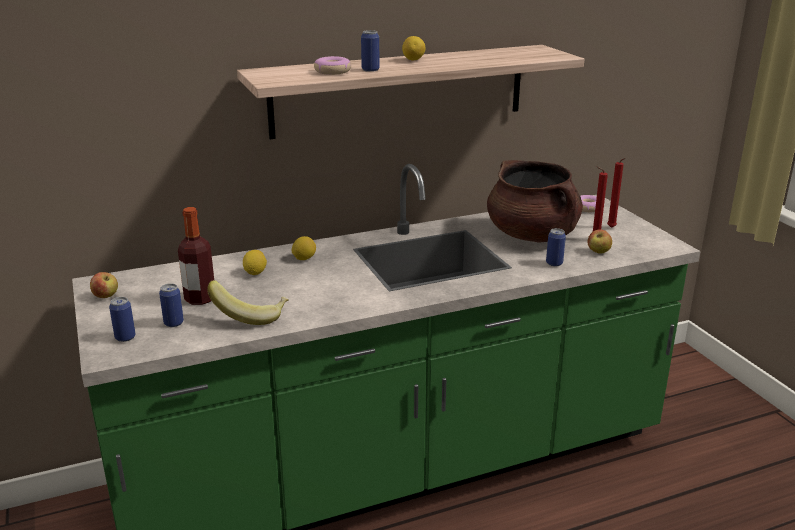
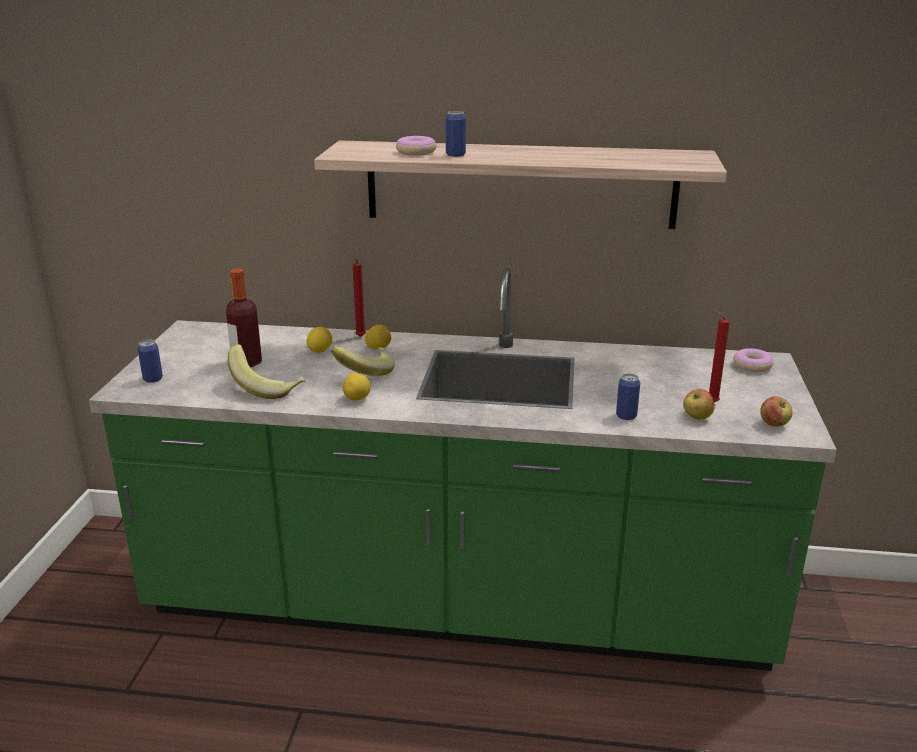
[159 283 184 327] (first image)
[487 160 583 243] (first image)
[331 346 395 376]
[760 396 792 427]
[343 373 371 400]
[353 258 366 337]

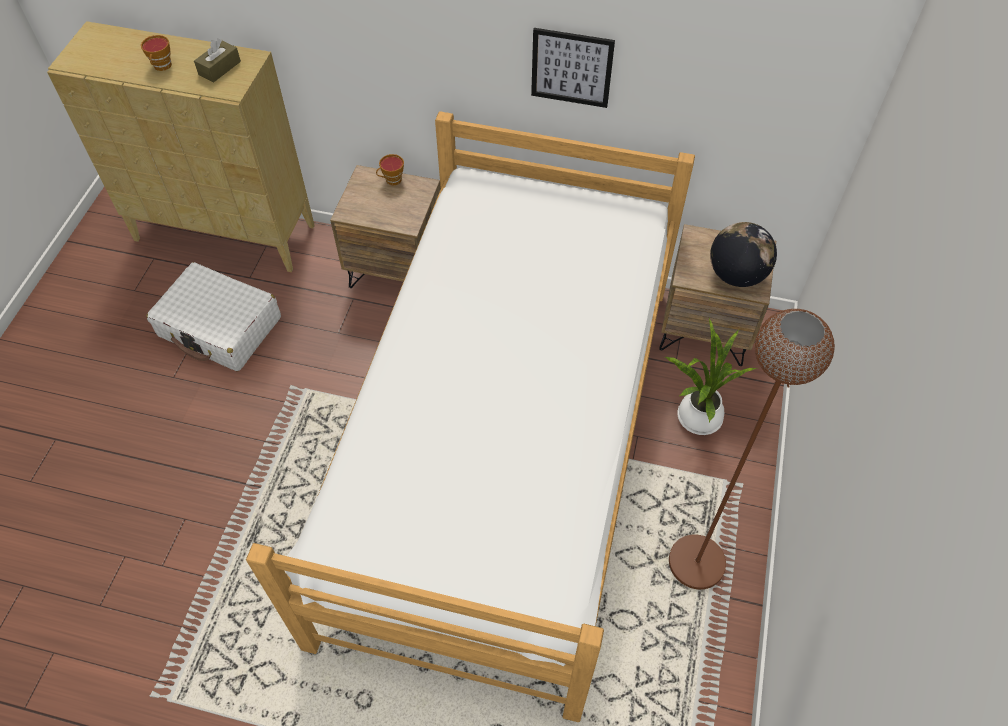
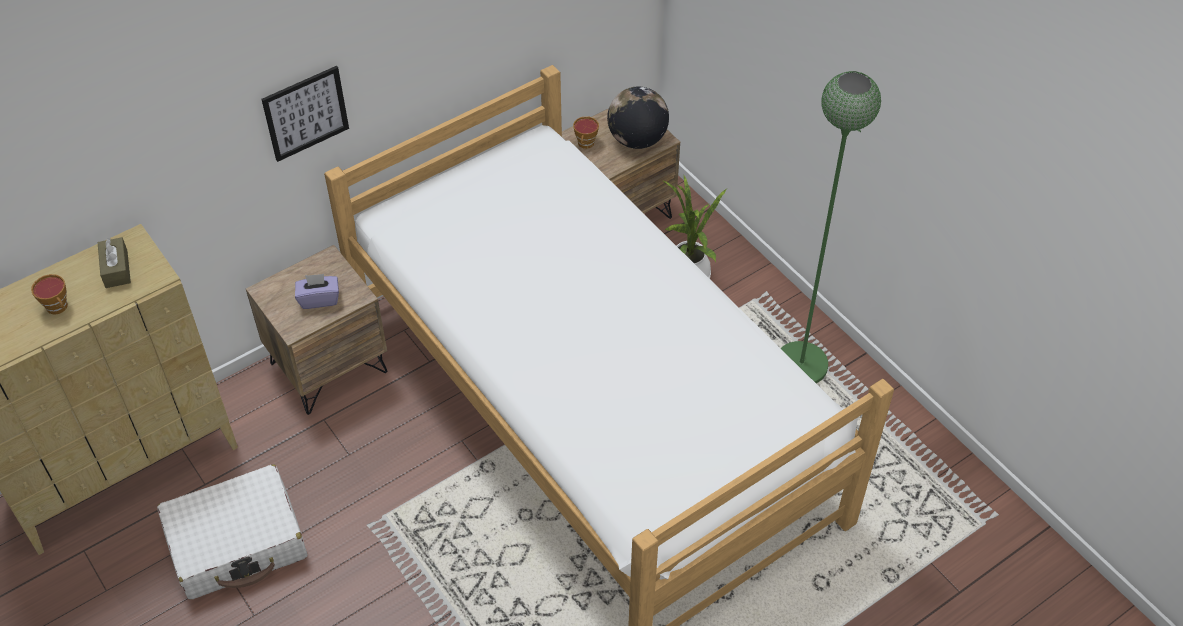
[295 274 339 309]
[573 116 599 149]
[261 66 349 162]
[781 71 881 383]

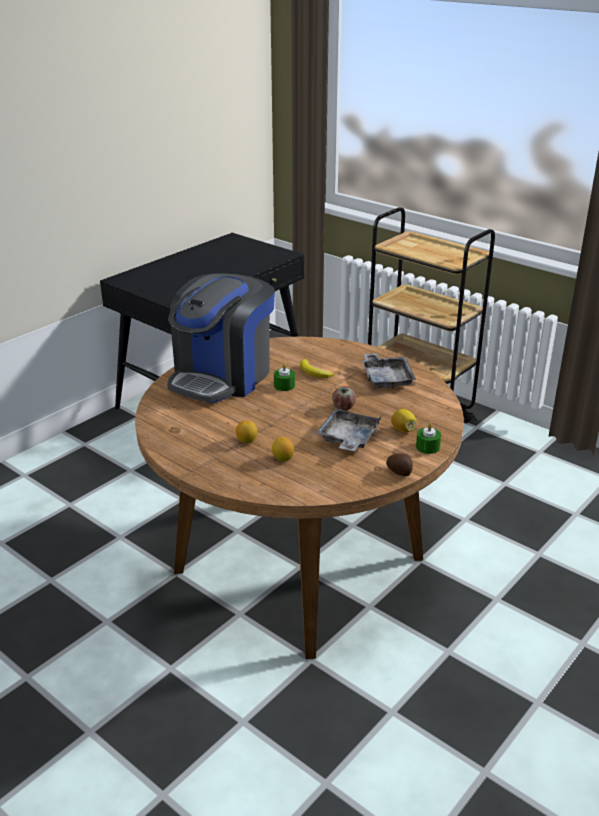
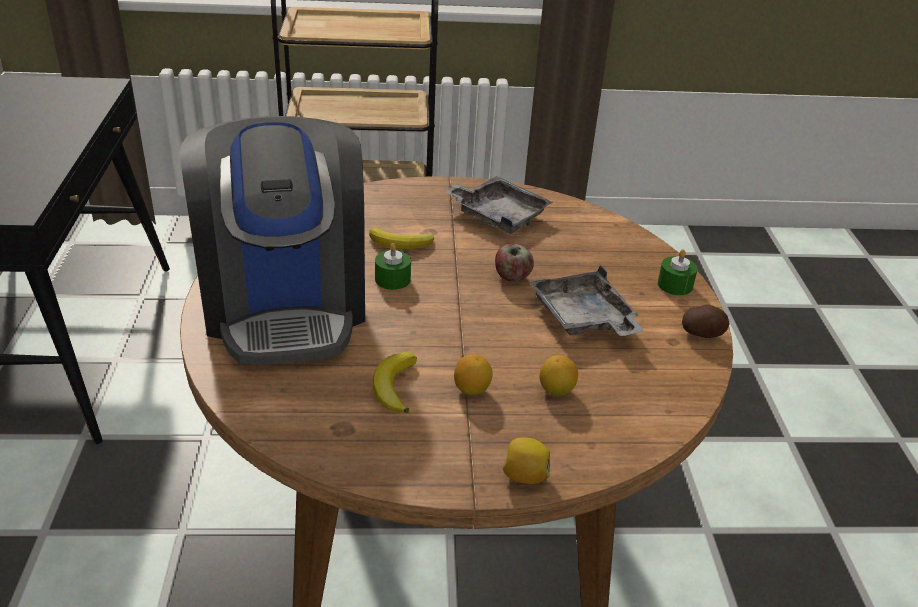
[373 352 417 413]
[503 437 550 484]

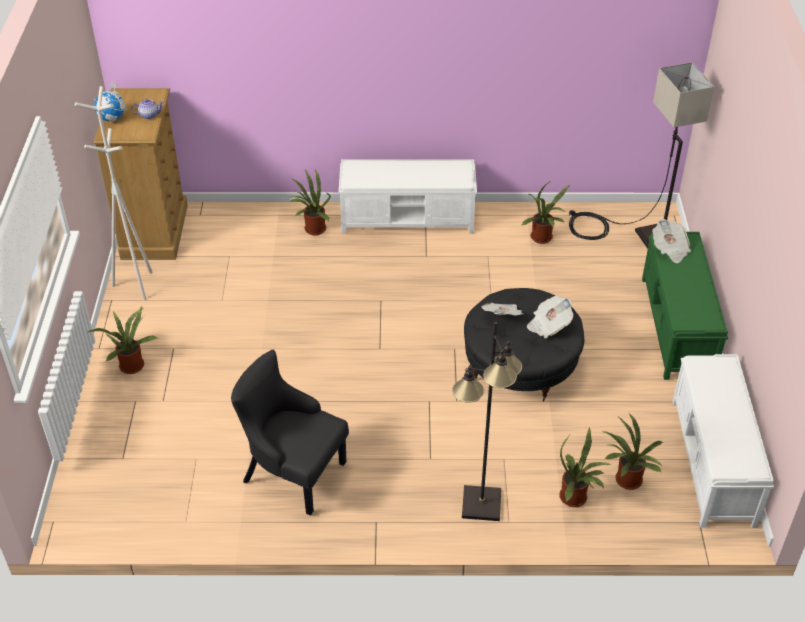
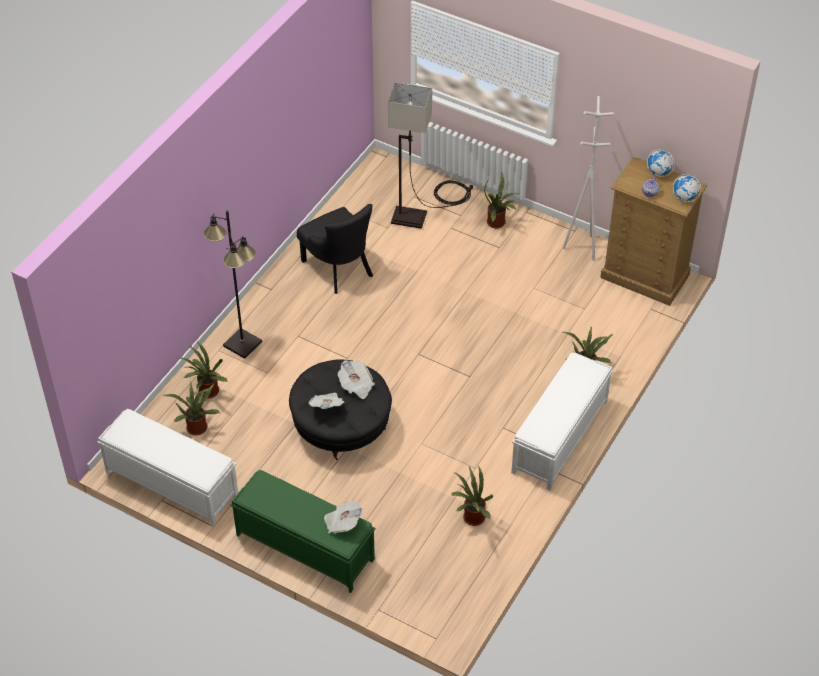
[673 174 701 202]
[388 83 473 229]
[296 204 373 294]

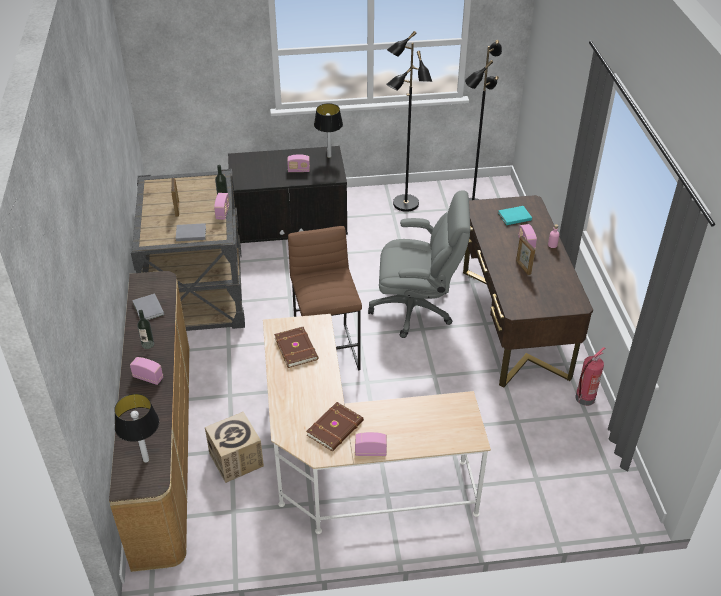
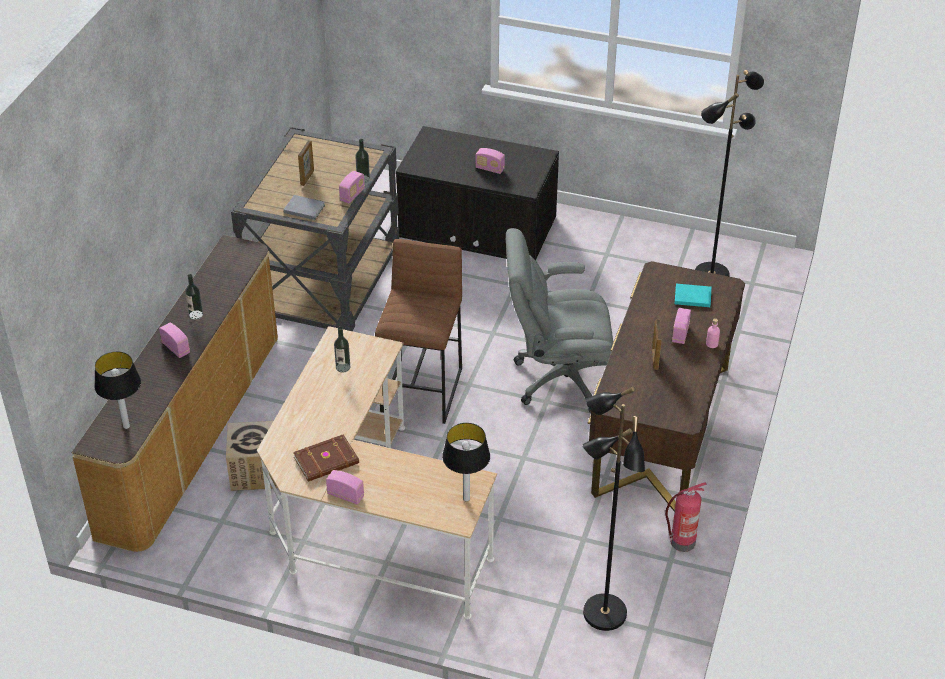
[132 294 164 320] (first image)
[442 423 490 501]
[583 386 645 631]
[334 327 350 373]
[506 228 613 413]

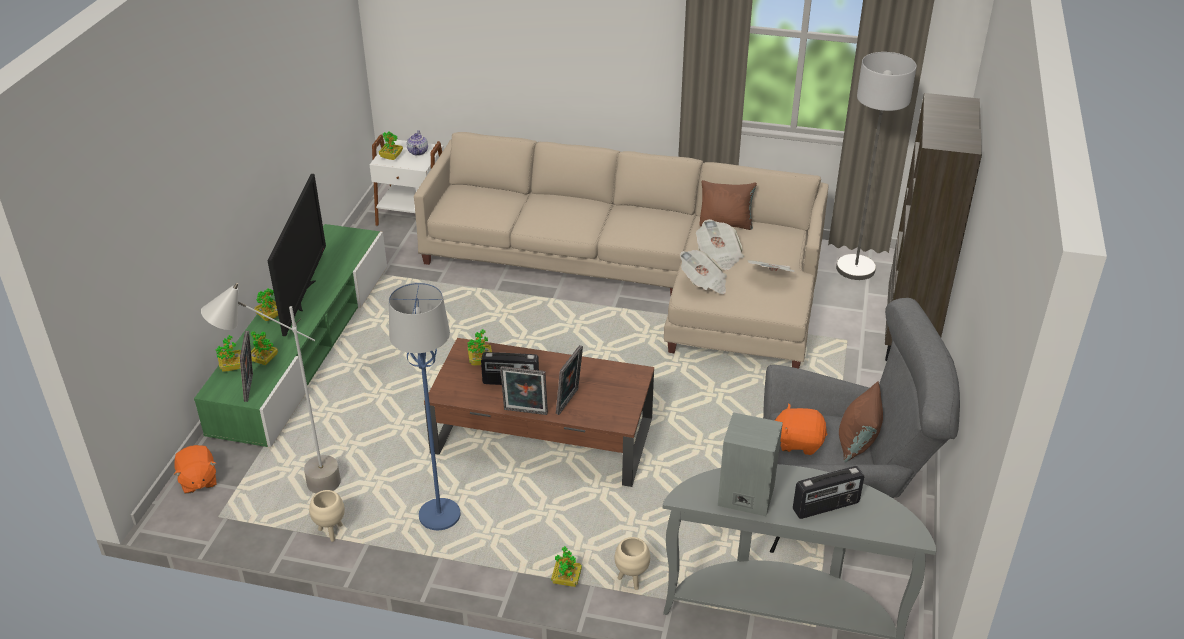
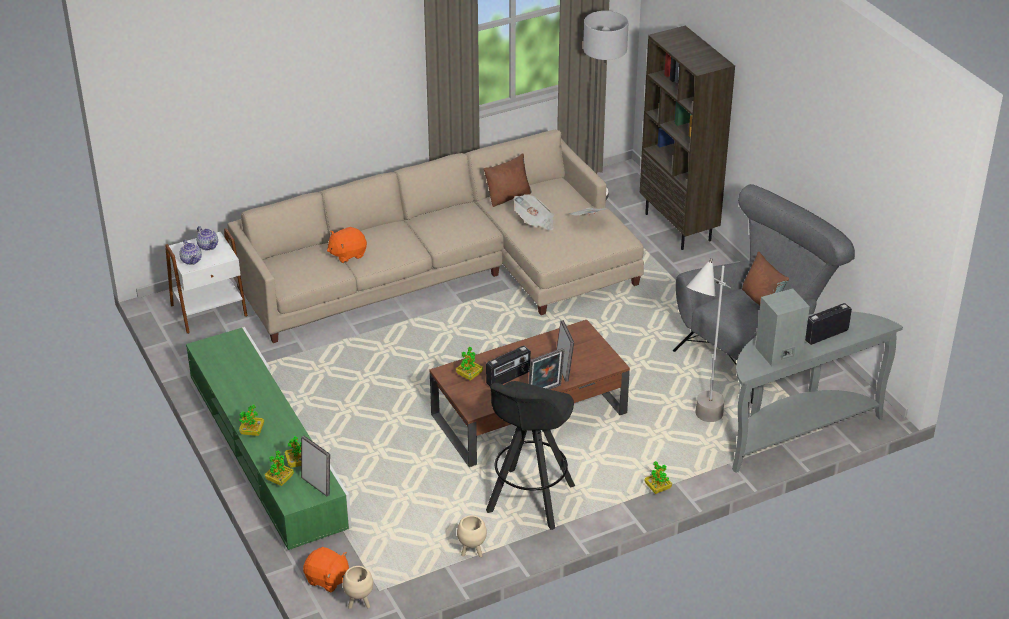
[267 174 326 336] (first image)
[680 250 727 294] (first image)
[686 258 731 422]
[342 566 373 609]
[327 227 367 263]
[179 239 202 265]
[486 381 575 530]
[805 303 852 345]

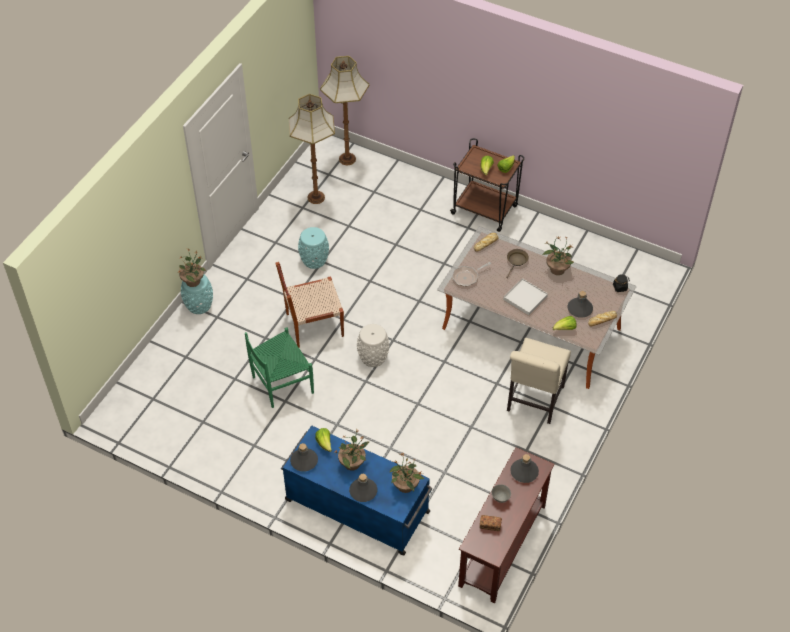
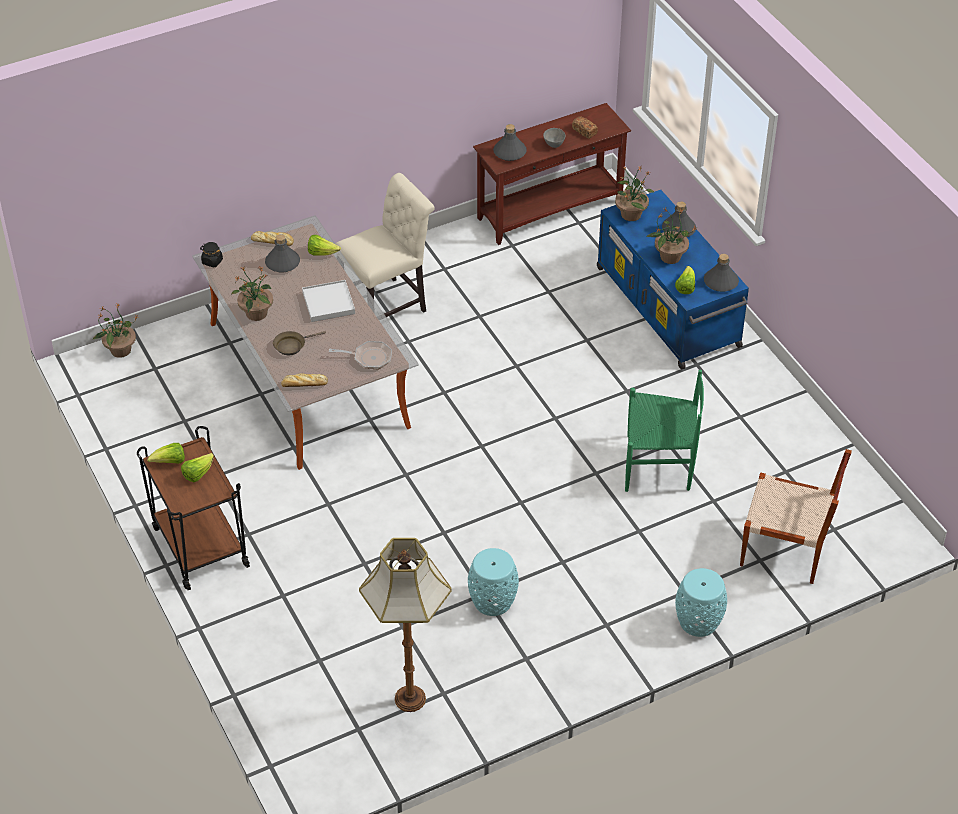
[320 56 370 165] (first image)
[357 324 389 367] (first image)
[92 303 138 358]
[740 449 852 584]

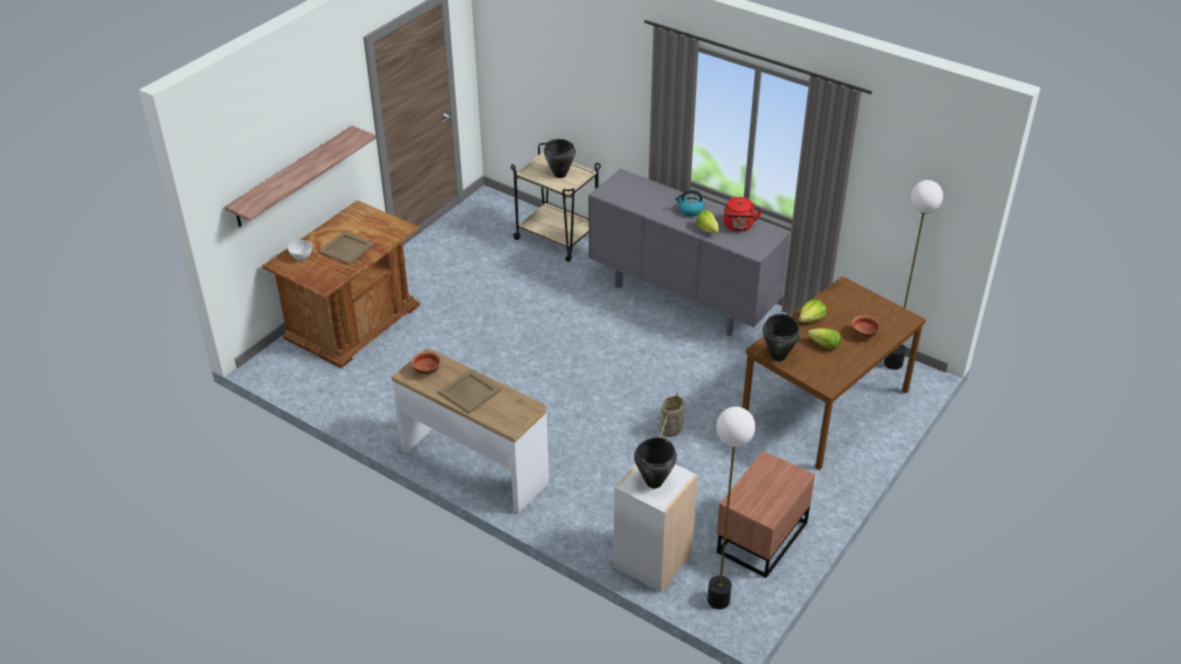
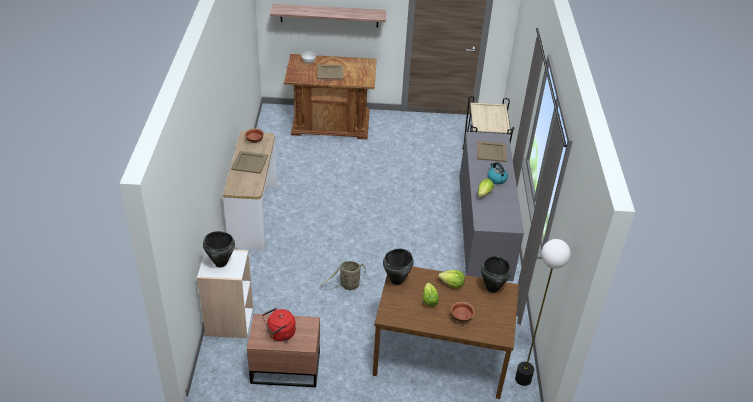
[707 407 755 609] (first image)
[477 141 507 162]
[481 256 511 293]
[262 308 296 341]

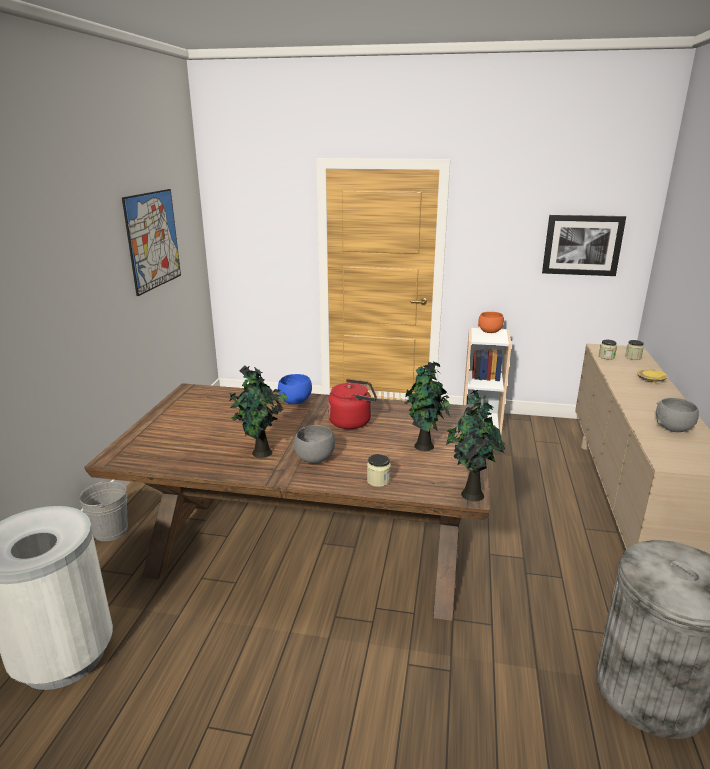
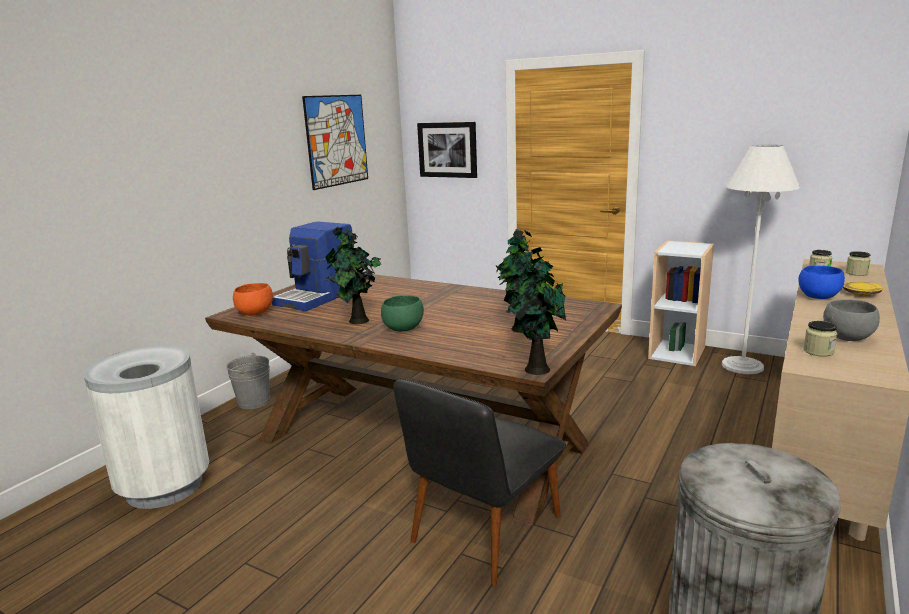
[328 379 377 429] (first image)
[272 222 354 311]
[393 378 566 585]
[722 145 800 374]
[798 266 845 299]
[803 321 837 357]
[233 283 273 315]
[417 122 477 178]
[381 296 424 332]

